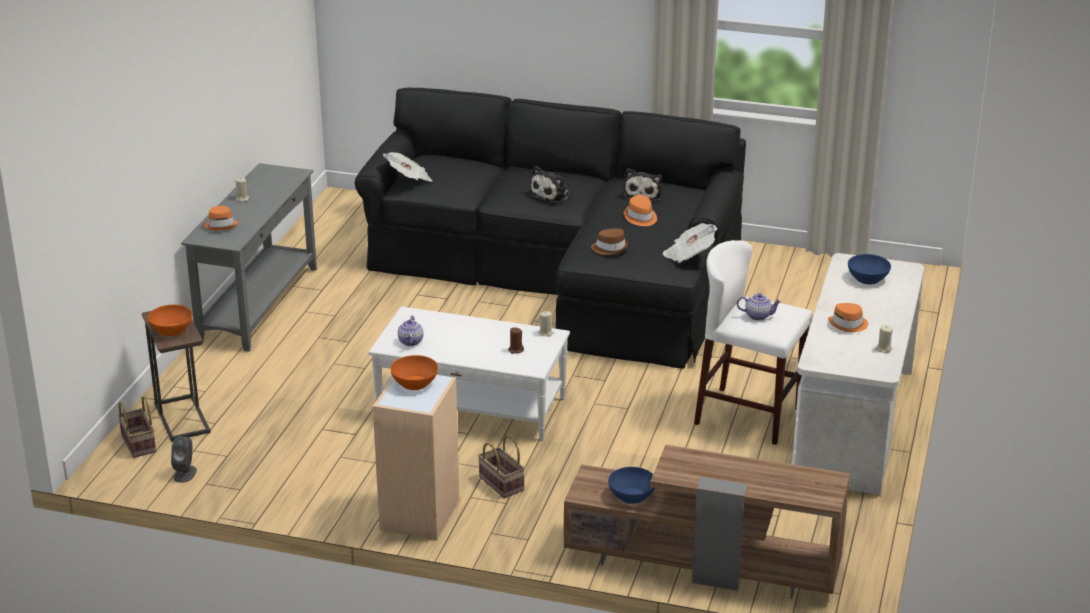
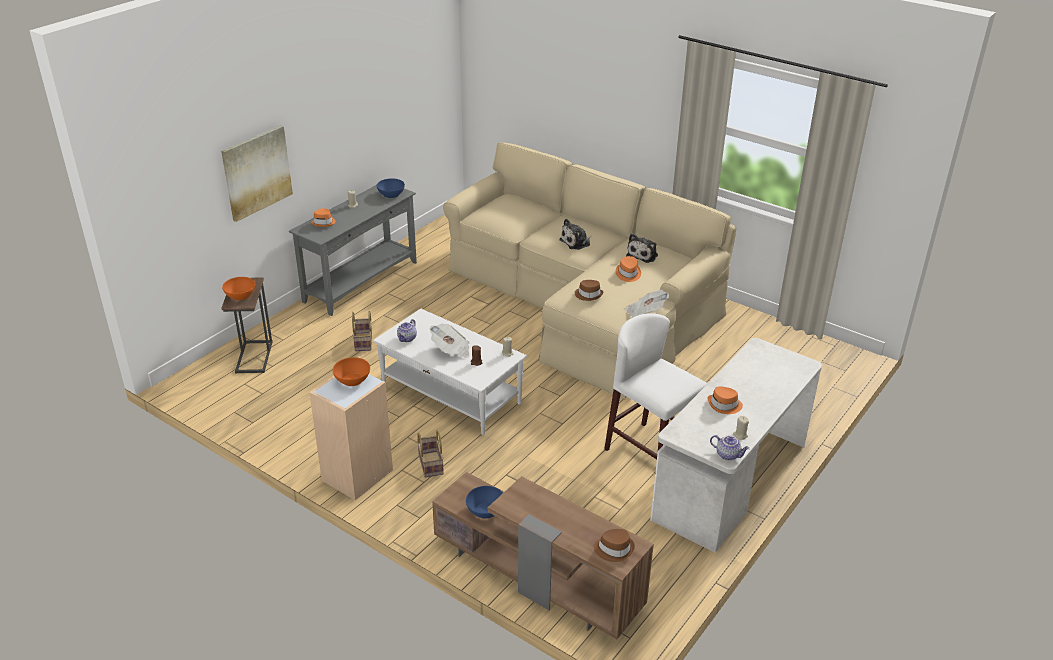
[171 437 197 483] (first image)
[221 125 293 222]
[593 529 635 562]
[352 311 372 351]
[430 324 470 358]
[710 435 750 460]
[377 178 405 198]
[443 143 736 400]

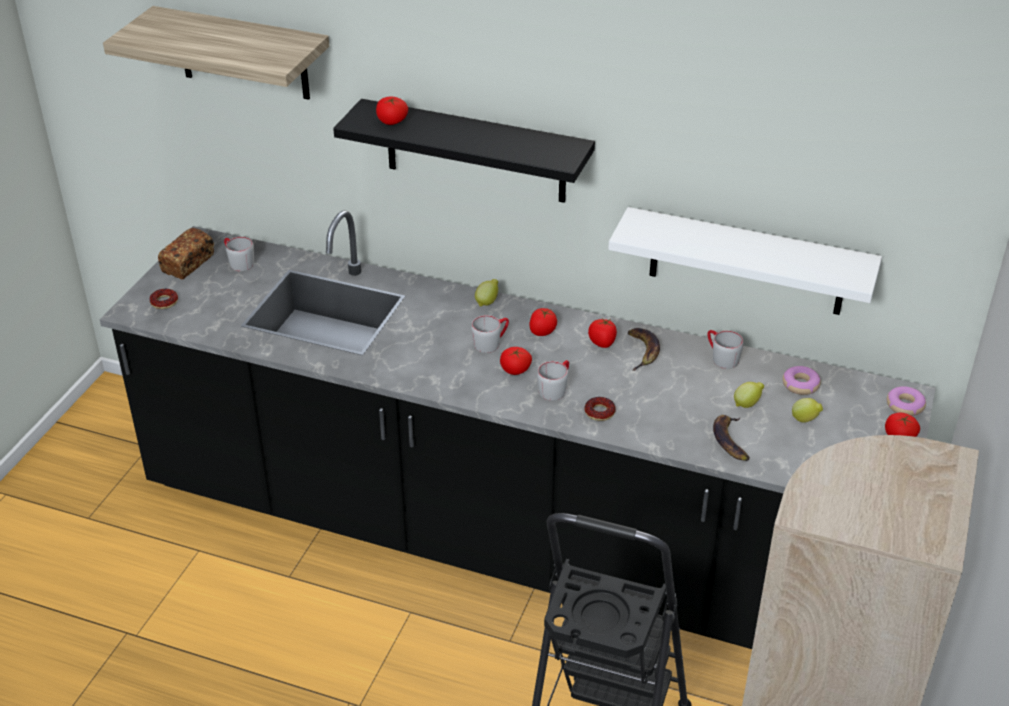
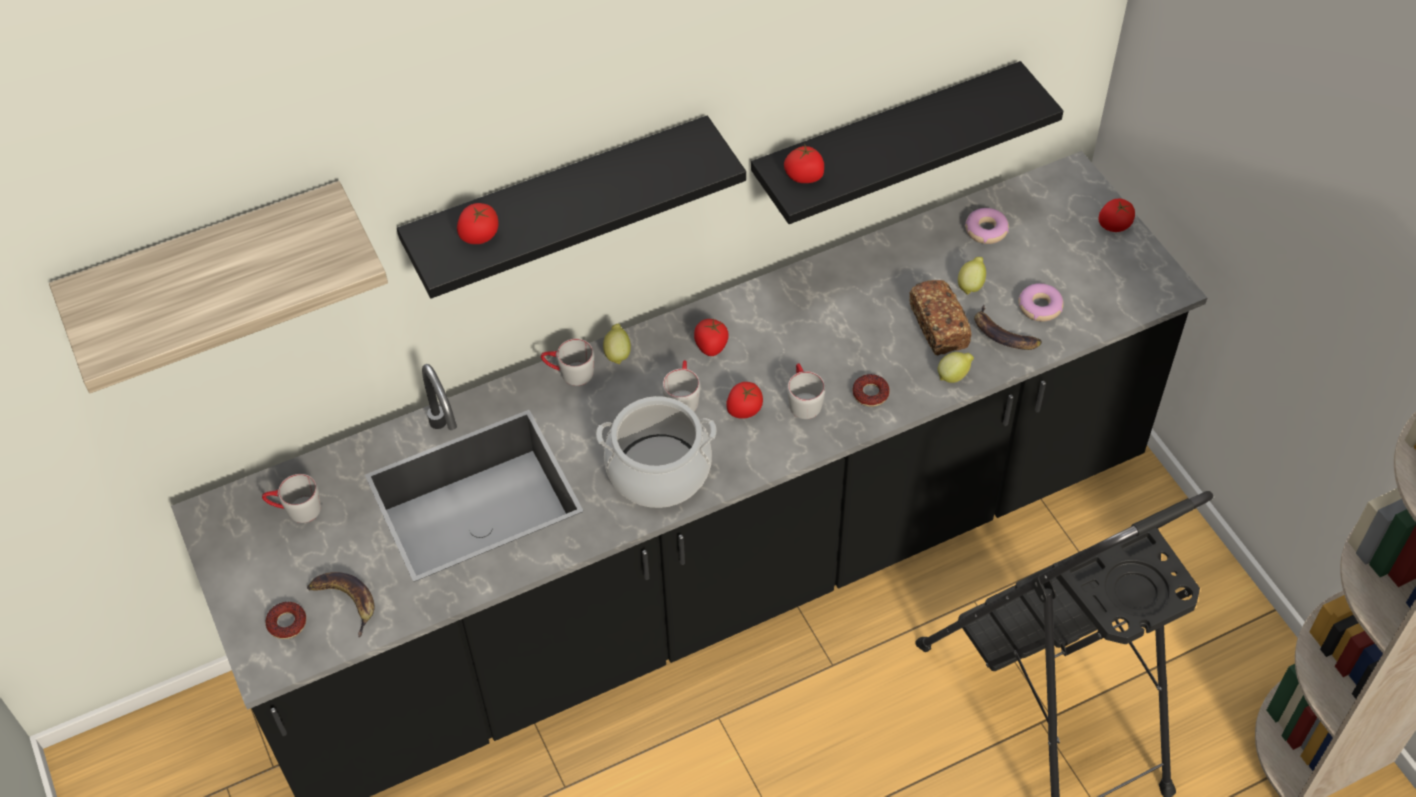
[596 396 716 508]
[909 280 972 355]
[784 145 824 183]
[307 572 375 637]
[541 339 594 386]
[938 352 974 383]
[1018 283 1064 322]
[751 61 1063 224]

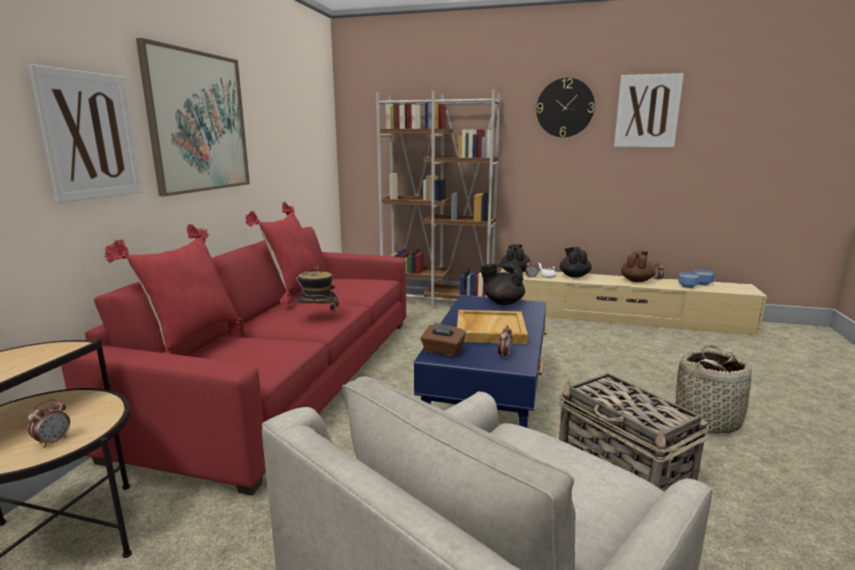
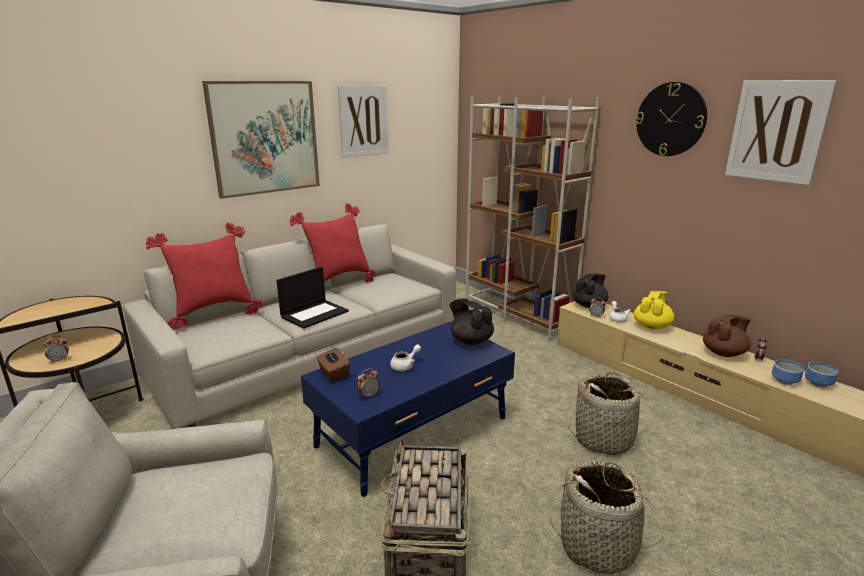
[567 372 654 455]
[338 85 389 158]
[276 267 349 329]
[390 344 421 371]
[123 224 456 429]
[634 291 674 330]

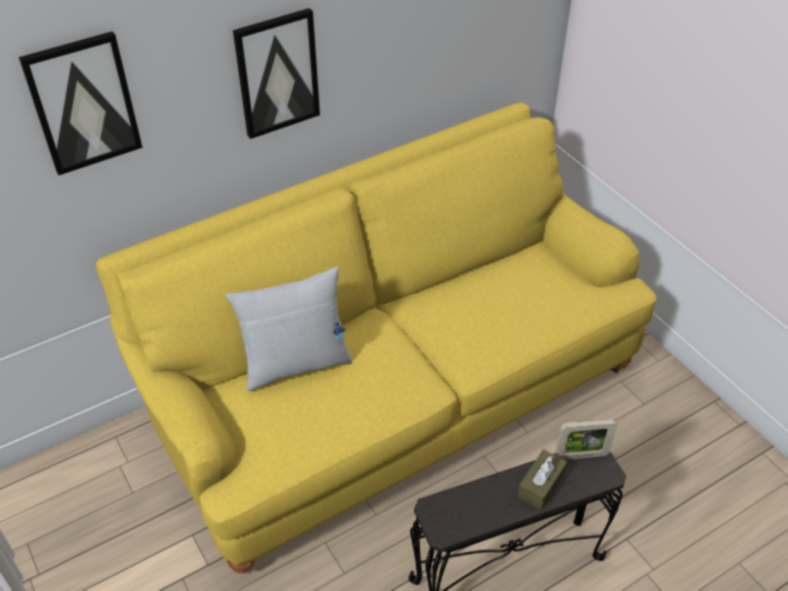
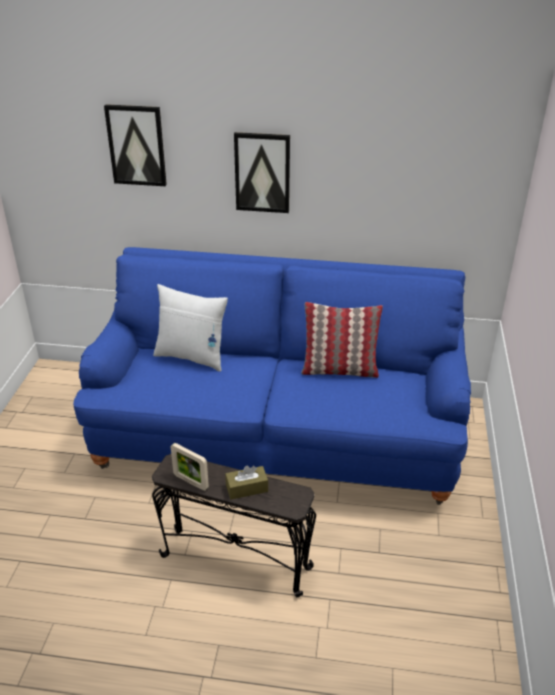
[301 302 383 378]
[171 443 209 491]
[73 247 471 505]

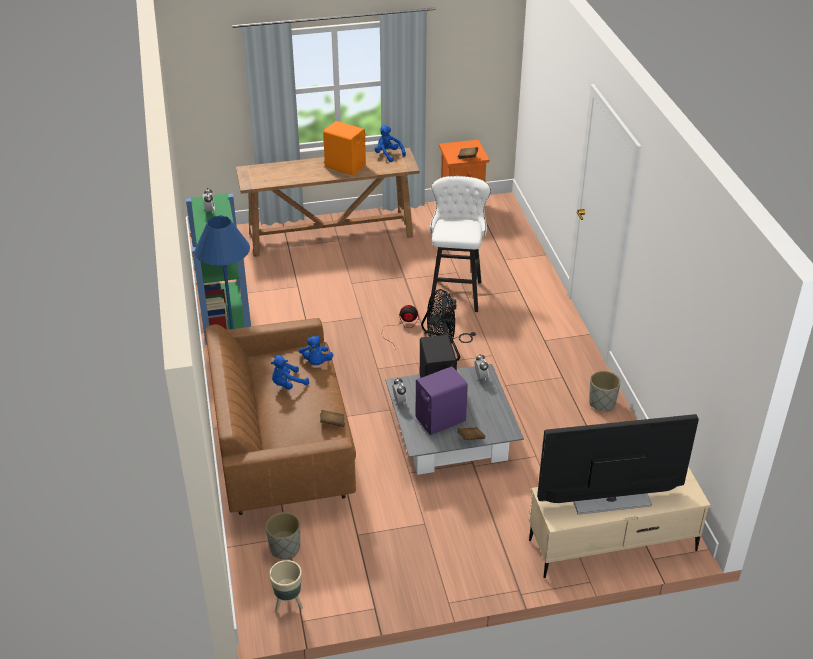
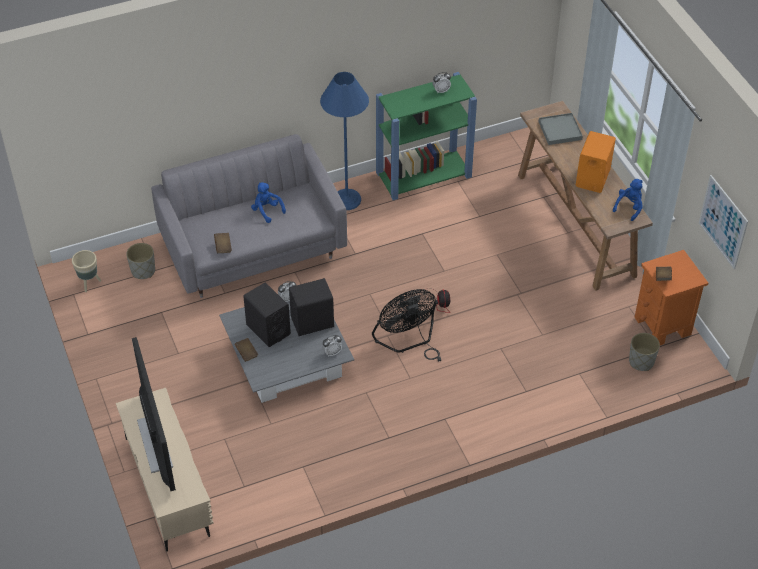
[299 336 333 365] (first image)
[430 176 491 312] (first image)
[539 113 583 145]
[699 175 748 269]
[629 333 660 371]
[151 134 347 298]
[243 283 291 347]

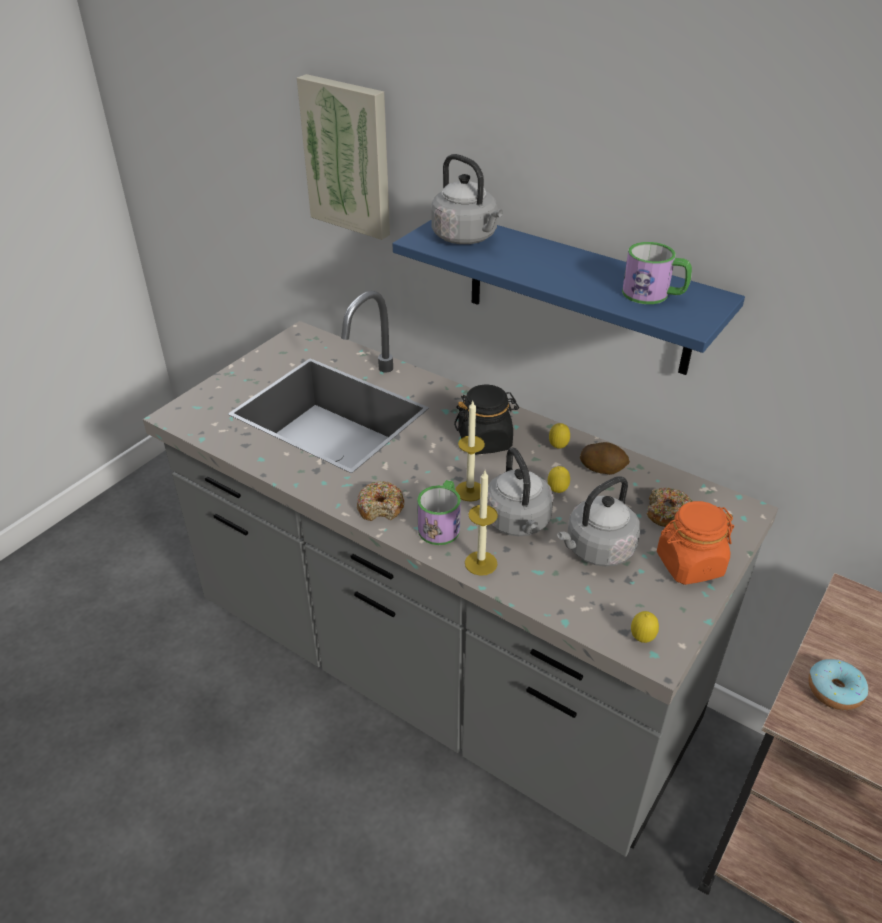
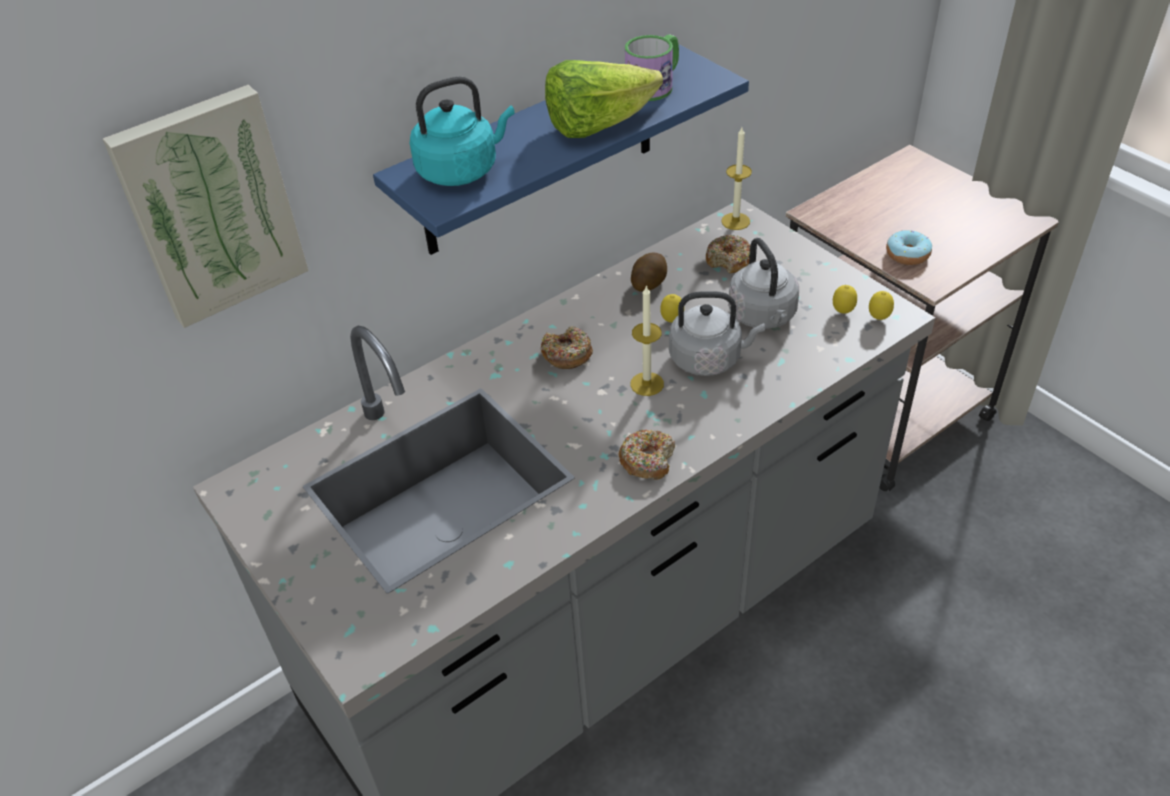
[417 480 461 545] (first image)
[657 501 734 585] (first image)
[545 60 663 138]
[721 127 752 230]
[833 285 857 314]
[541 326 593 369]
[410 76 515 186]

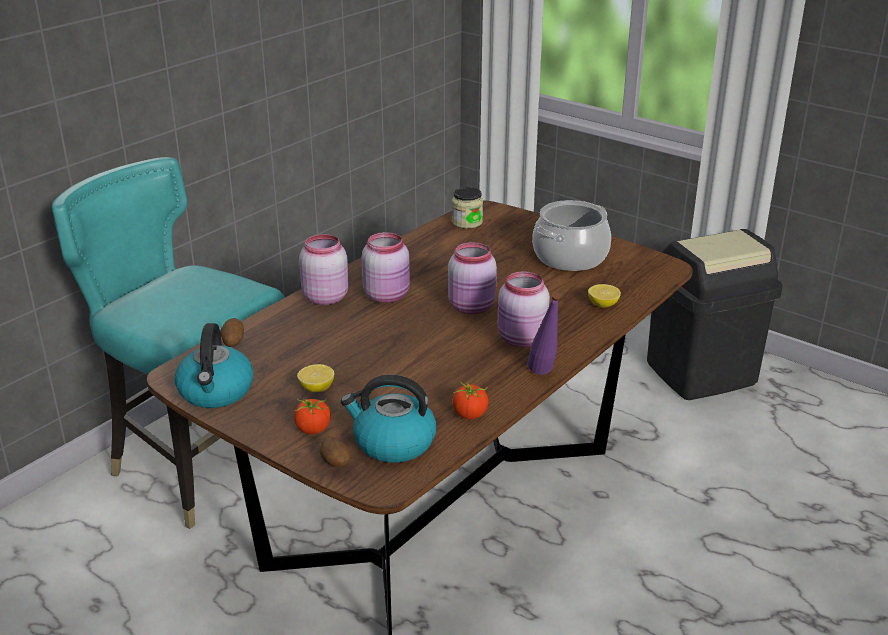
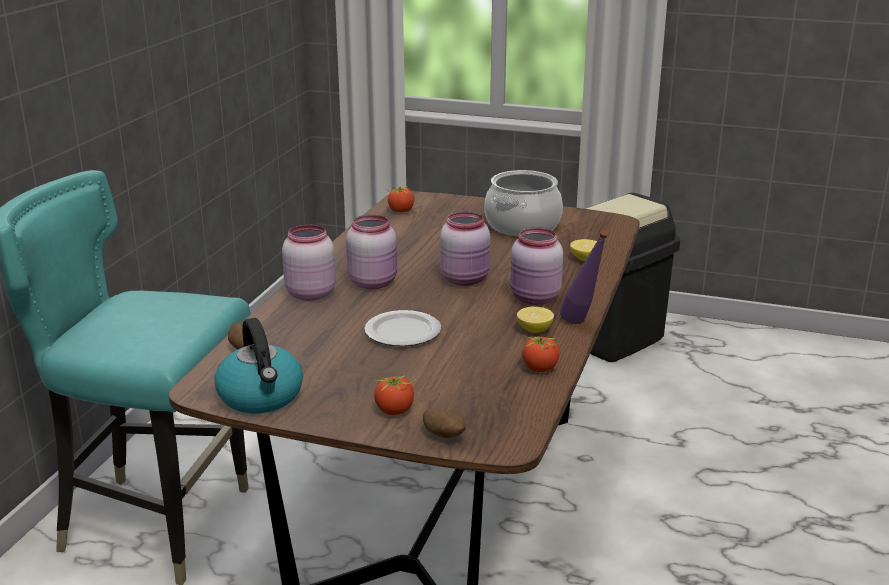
[341 375 436 463] (first image)
[364 310 441 346]
[517 306 554 333]
[386 186 414 212]

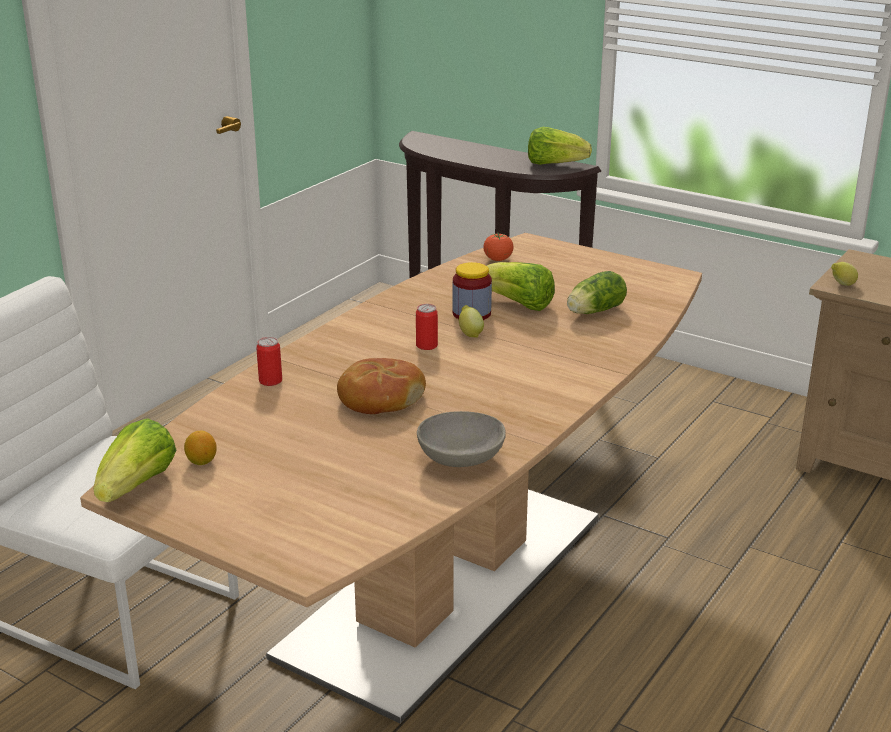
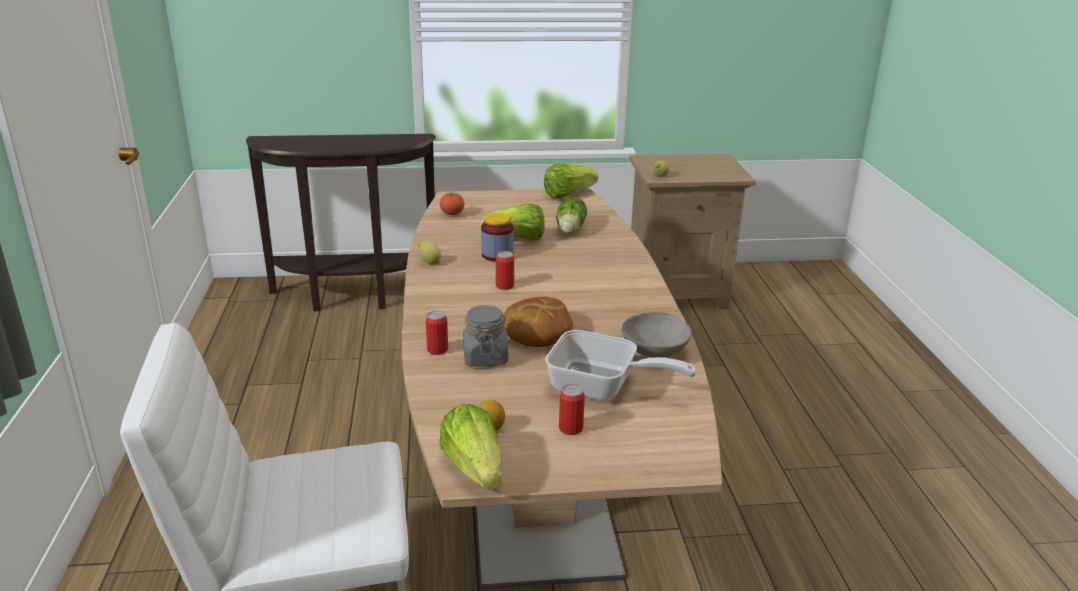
[463 305 508 367]
[545 330 697 401]
[559 384 585 435]
[418 241 441 264]
[544 164 598 198]

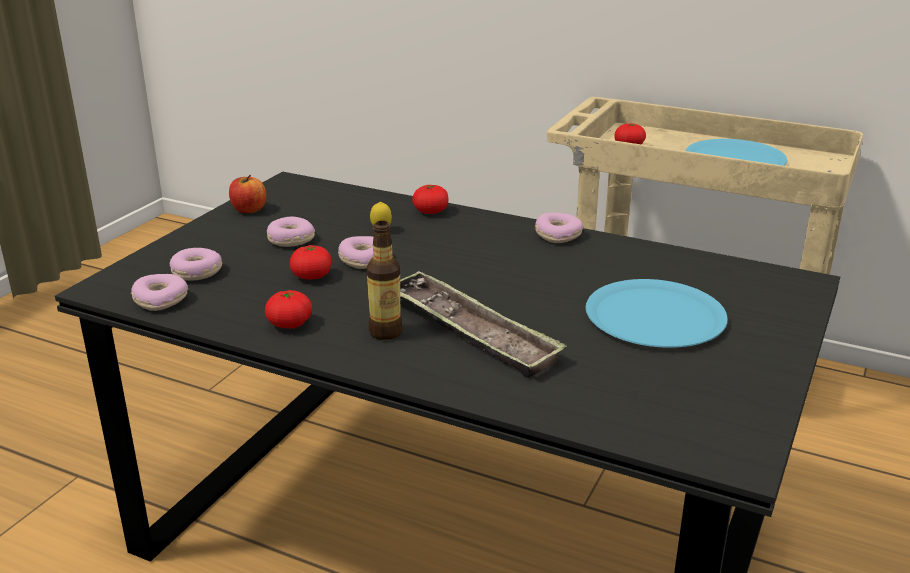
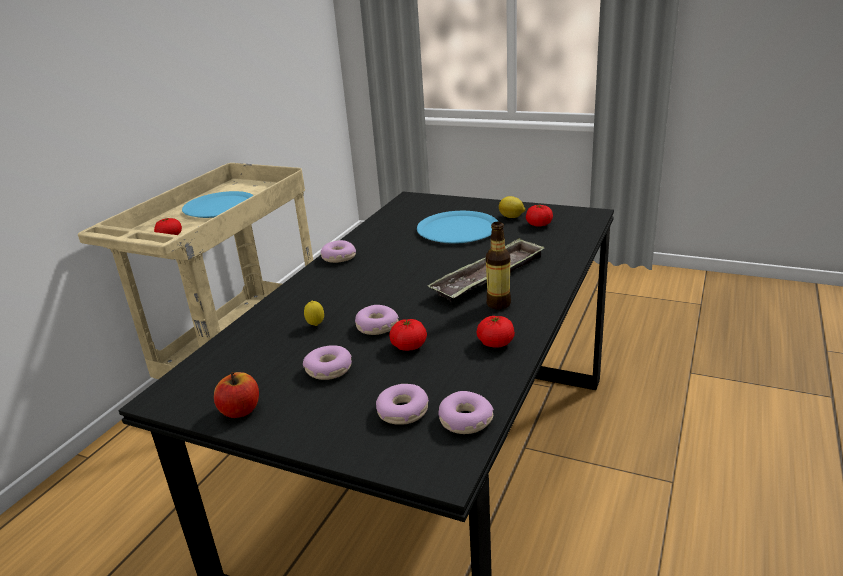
[499 196 525 218]
[526 205 553 227]

